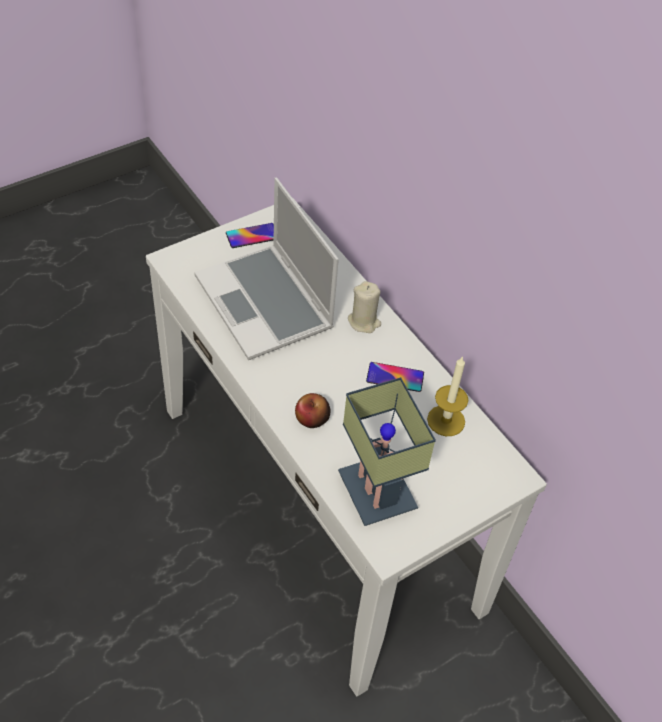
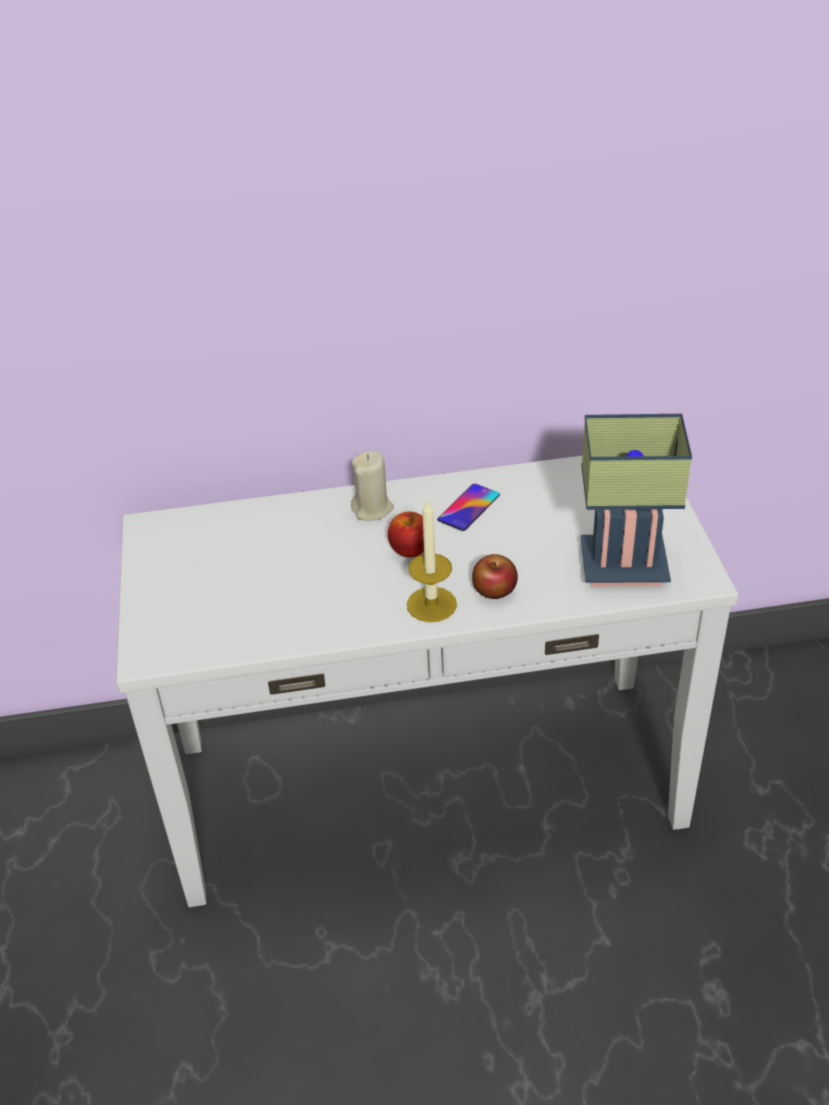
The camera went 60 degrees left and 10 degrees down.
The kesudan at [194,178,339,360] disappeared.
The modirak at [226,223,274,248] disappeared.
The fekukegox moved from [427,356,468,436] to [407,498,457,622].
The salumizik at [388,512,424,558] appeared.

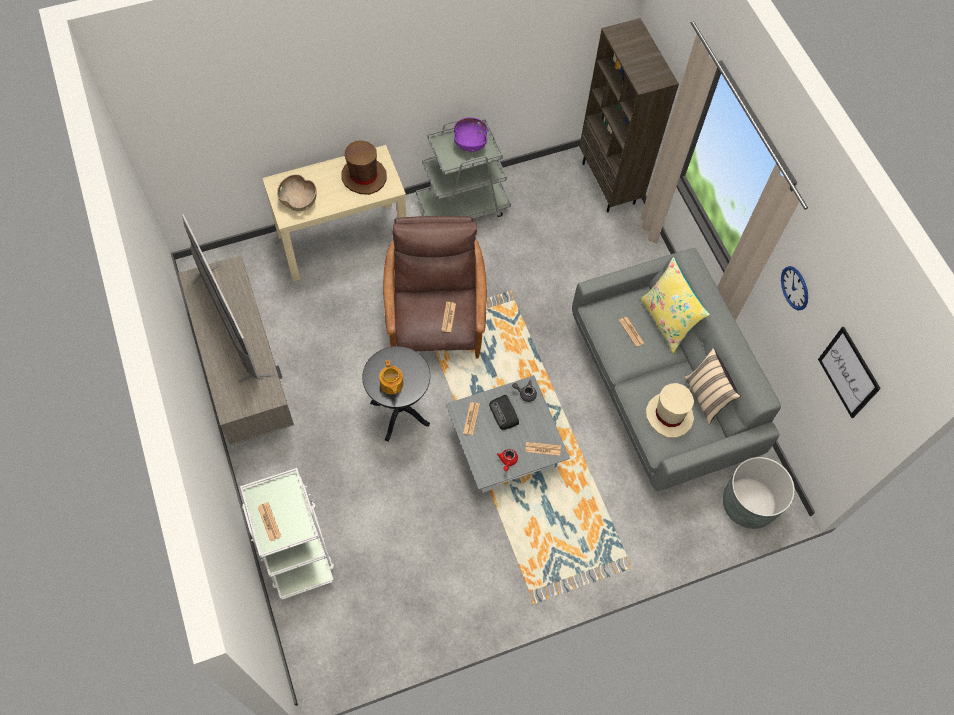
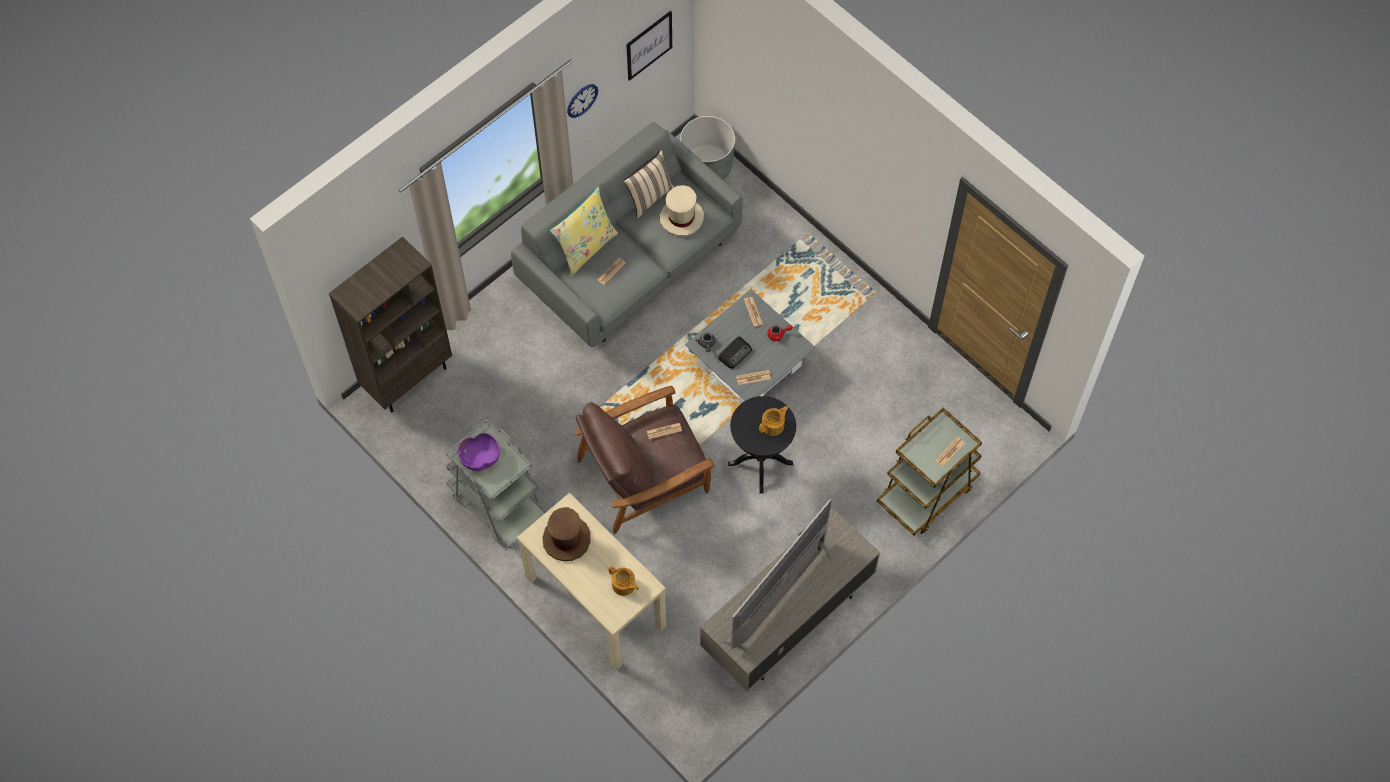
The camera went 110 degrees left and 0 degrees up.
The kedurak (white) at [240,468,334,600] became the kedurak (brown) at [877,407,982,536].
The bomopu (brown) at [277,174,317,211] was replaced by the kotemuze at [609,566,639,596].

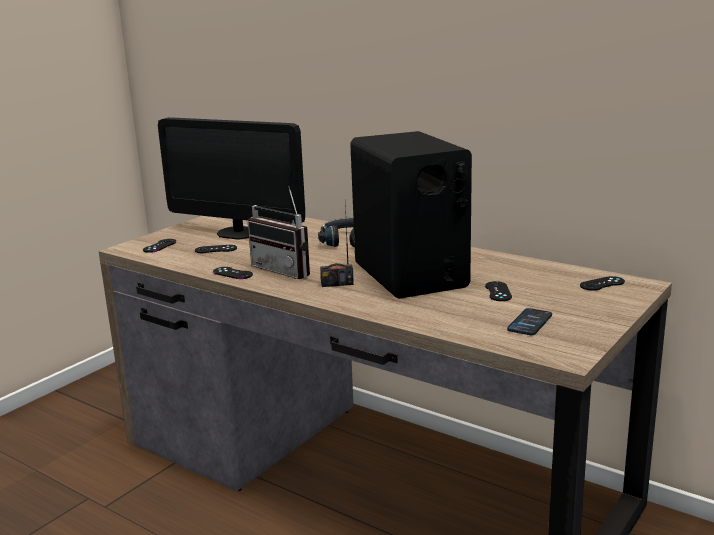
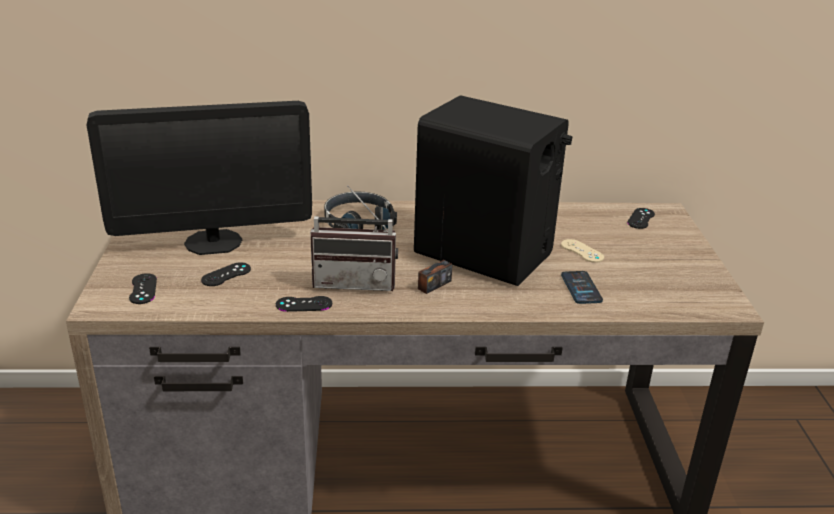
The camera went 40 degrees left and 10 degrees up.
The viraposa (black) at [485,281,512,301] became the viraposa (beige) at [561,239,604,263].
The modirak moved from [507,308,552,335] to [561,271,603,304].

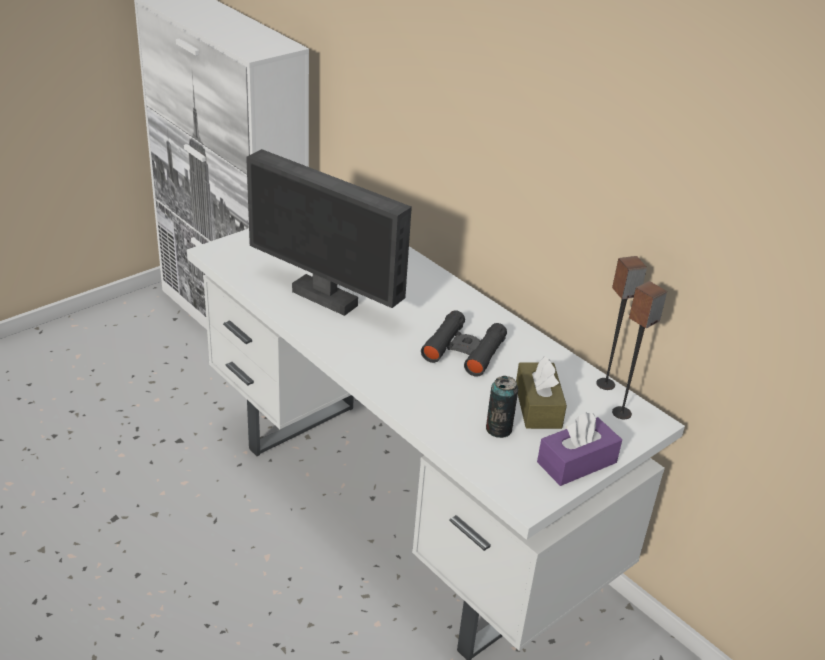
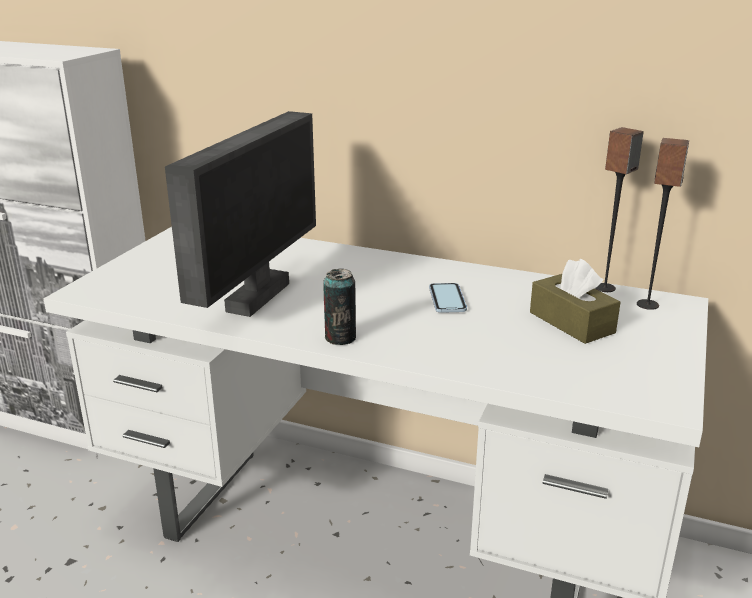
The camera went 25 degrees left and 10 degrees down.
The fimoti at [246,149,412,316] turned 75 degrees counterclockwise.
The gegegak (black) at [421,310,507,377] was replaced by the modirak at [429,283,467,313].
The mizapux moved from [486,376,518,438] to [323,268,356,345].
The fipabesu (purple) at [537,412,622,486] disappeared.

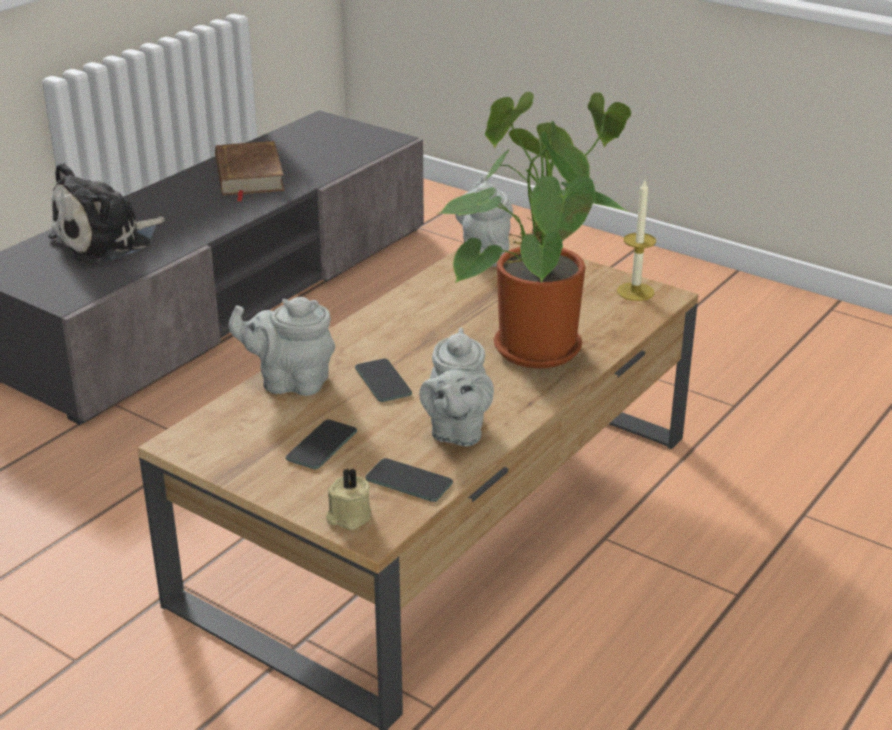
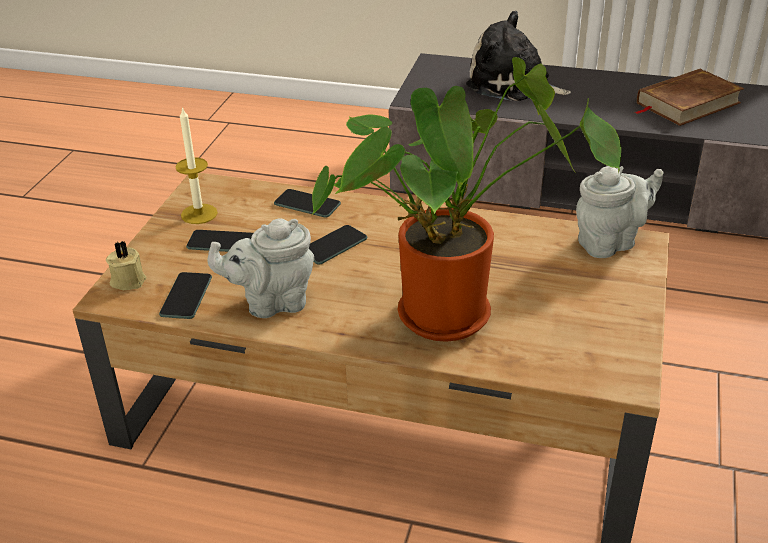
The camera went 70 degrees right and 5 degrees up.
The kotemuze (grey) at [229,297,335,396] was replaced by the modirak at [274,189,341,218].
The fekukegox moved from [617,181,656,301] to [175,107,218,224].

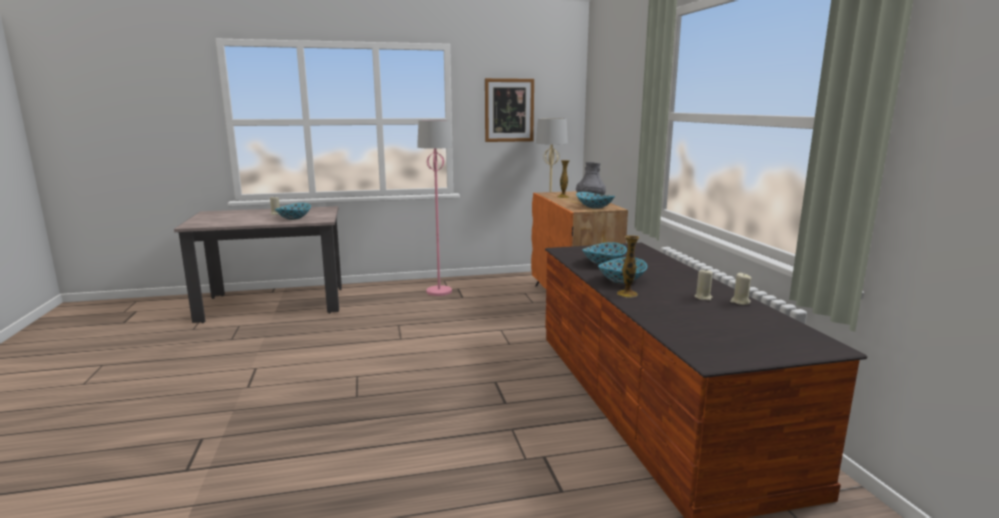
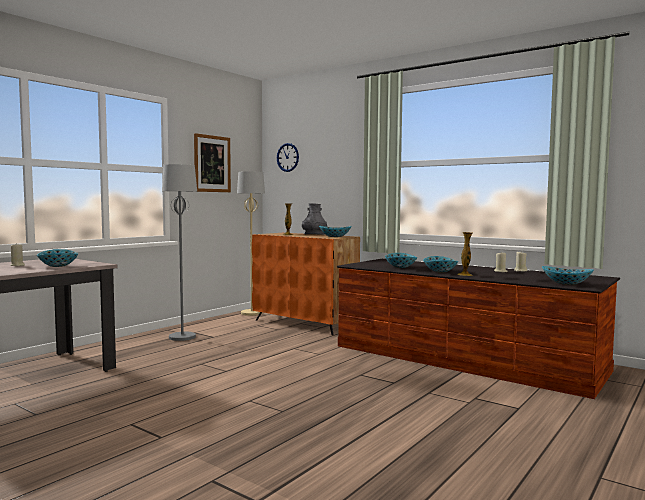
The camera went 40 degrees left and 10 degrees down.
The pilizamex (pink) at [417,120,453,296] became the pilizamex (grey) at [162,164,197,341].
The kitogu at [277,143,299,172] appeared.
The bomopu at [542,266,594,285] appeared.

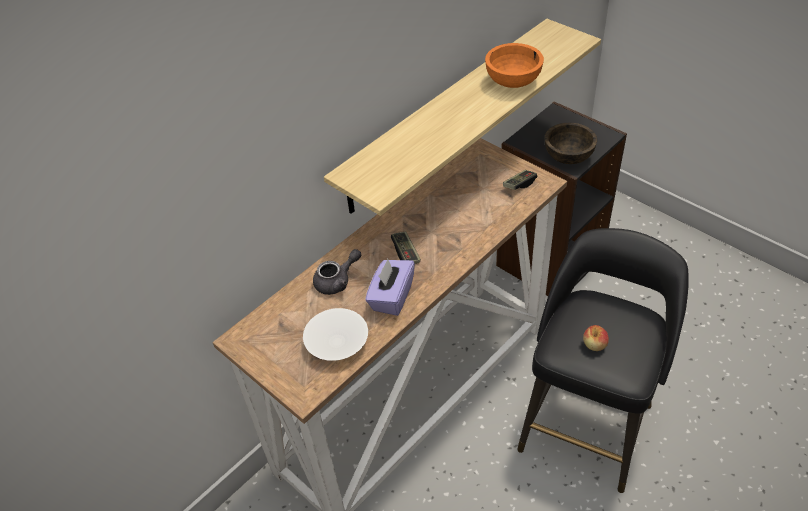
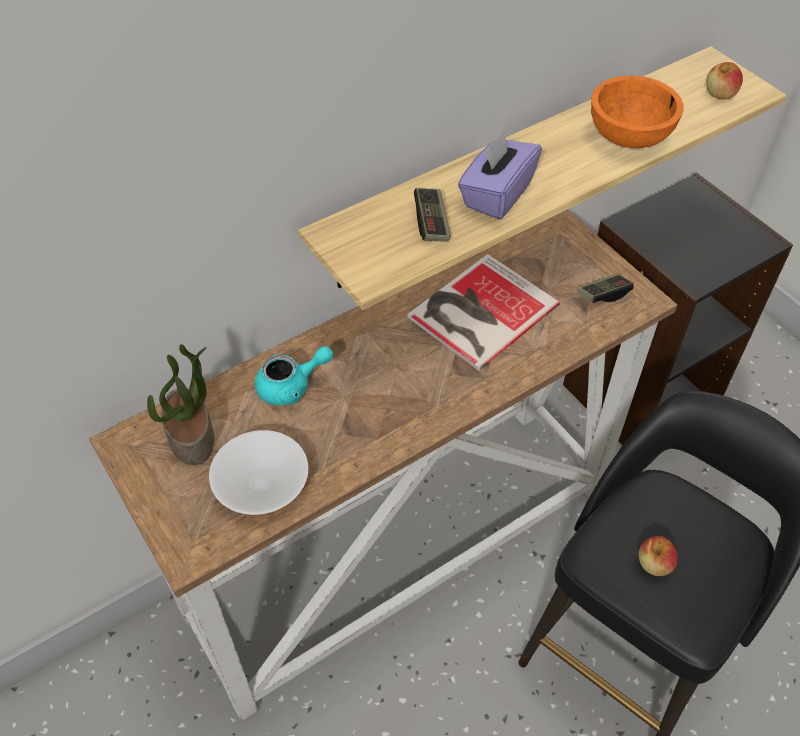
The camera went 10 degrees right and 5 degrees up.
The kotemuze (grey) at [313,249,361,295] became the kotemuze (turquoise) at [255,346,333,405].
The fipabesu (purple) moved from [365,259,415,316] to [458,131,542,220].
The viraposa moved from [391,232,421,264] to [414,188,451,242].
The bomopu (brown) at [544,123,597,164] disappeared.
The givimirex at [147,344,214,465] appeared.
The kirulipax at [407,254,560,371] appeared.
The salumizik at [706,62,743,100] appeared.

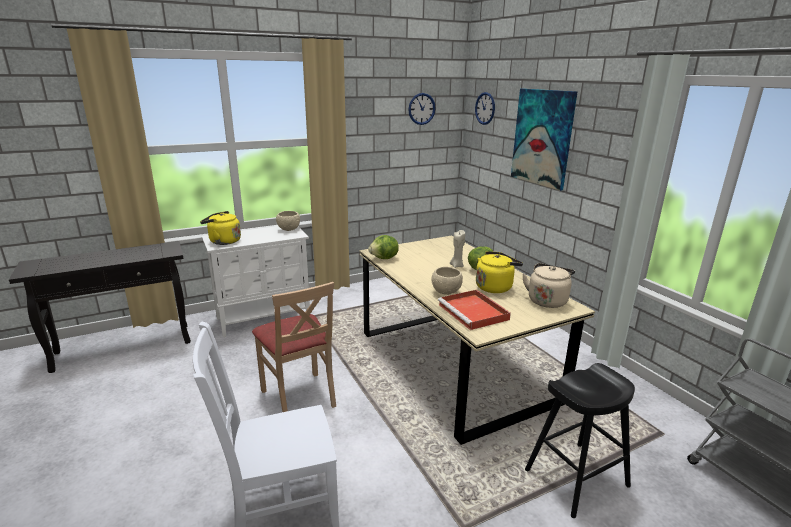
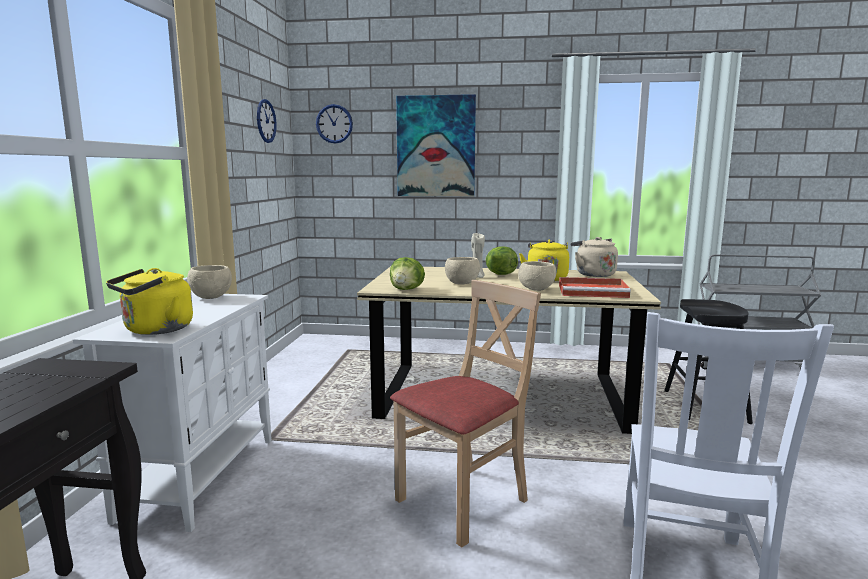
The camera went 55 degrees left and 10 degrees down.
The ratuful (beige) at [252,282,336,412] turned 45 degrees counterclockwise.
The bomopu (beige) at [445,257,480,285] appeared.

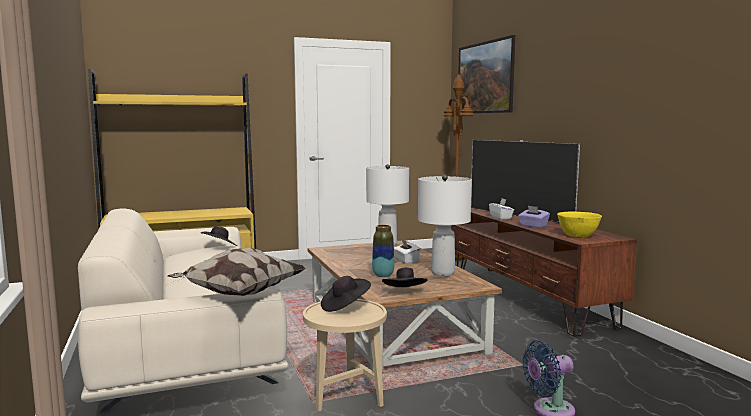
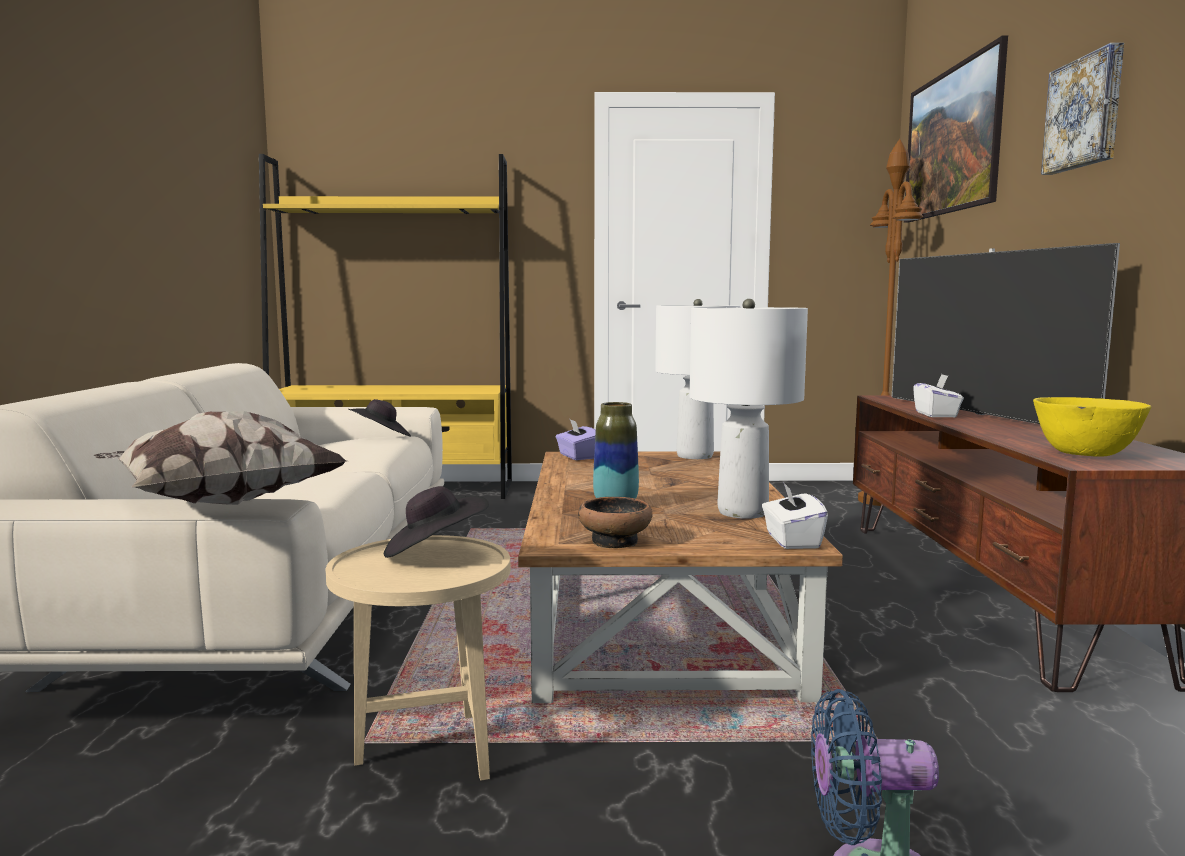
The camera went 20 degrees right and 0 degrees up.
The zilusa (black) at [382,267,428,287] was replaced by the bomopu at [578,497,652,548].
The fipabesu (white) moved from [394,240,420,264] to [762,482,828,549].
The fipabesu (purple) moved from [518,206,550,228] to [556,419,596,460].
The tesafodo at [1041,43,1124,175] appeared.

